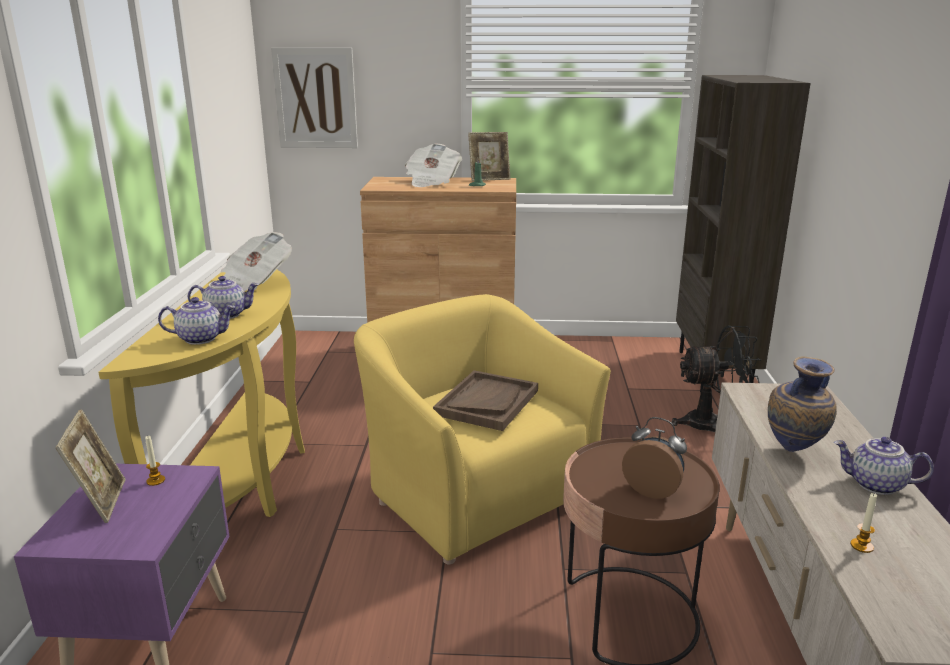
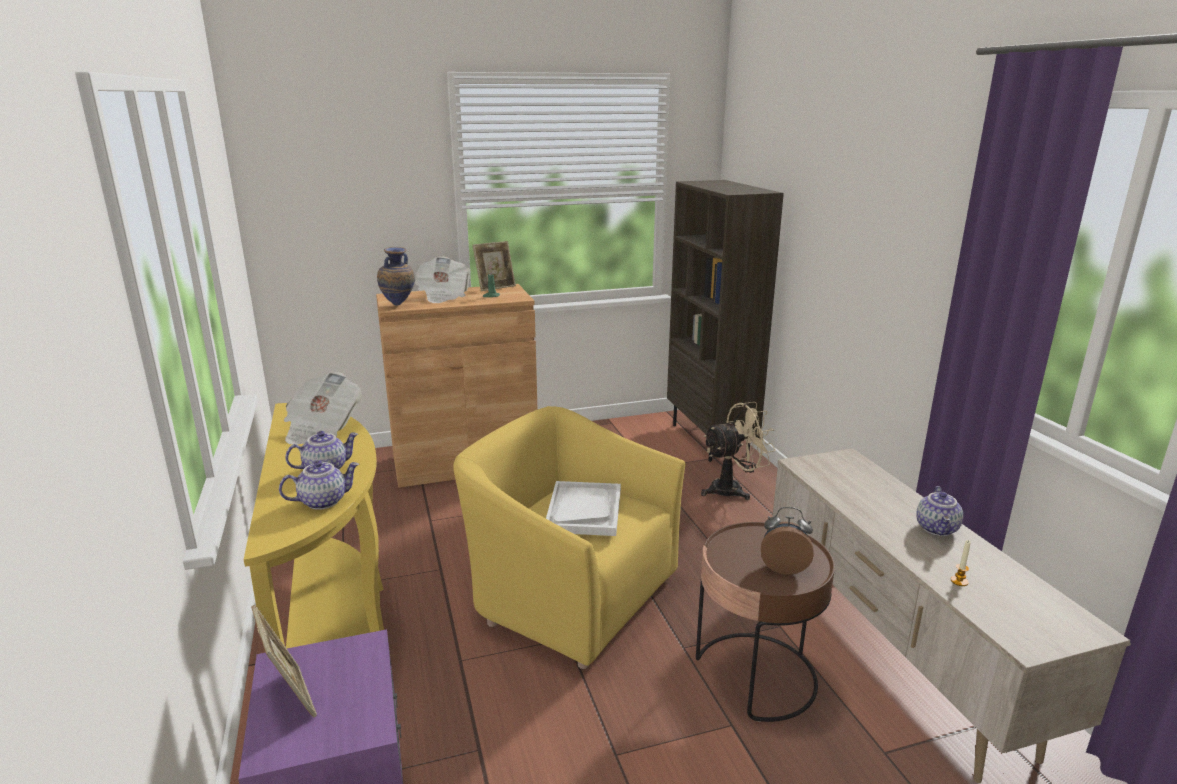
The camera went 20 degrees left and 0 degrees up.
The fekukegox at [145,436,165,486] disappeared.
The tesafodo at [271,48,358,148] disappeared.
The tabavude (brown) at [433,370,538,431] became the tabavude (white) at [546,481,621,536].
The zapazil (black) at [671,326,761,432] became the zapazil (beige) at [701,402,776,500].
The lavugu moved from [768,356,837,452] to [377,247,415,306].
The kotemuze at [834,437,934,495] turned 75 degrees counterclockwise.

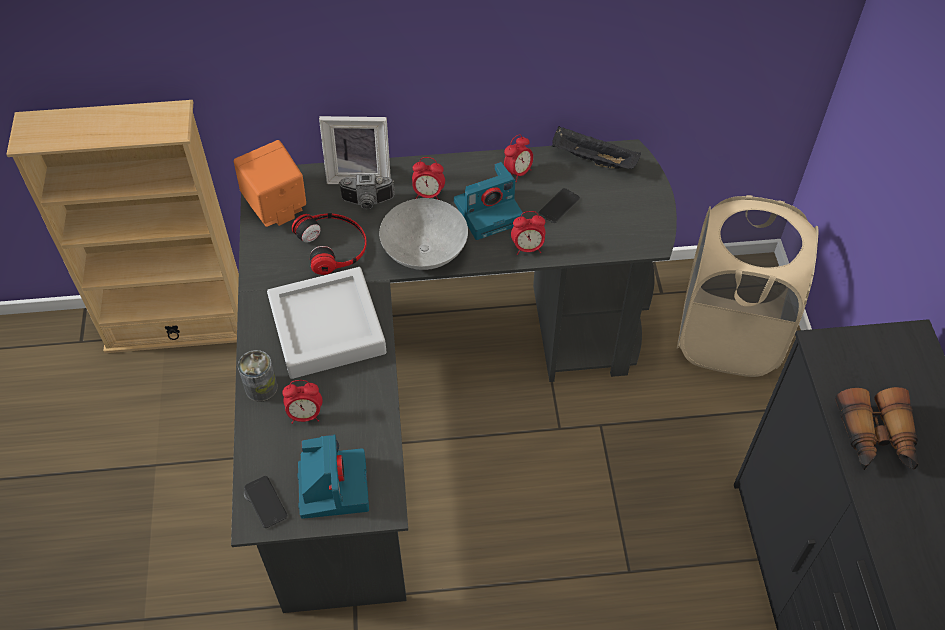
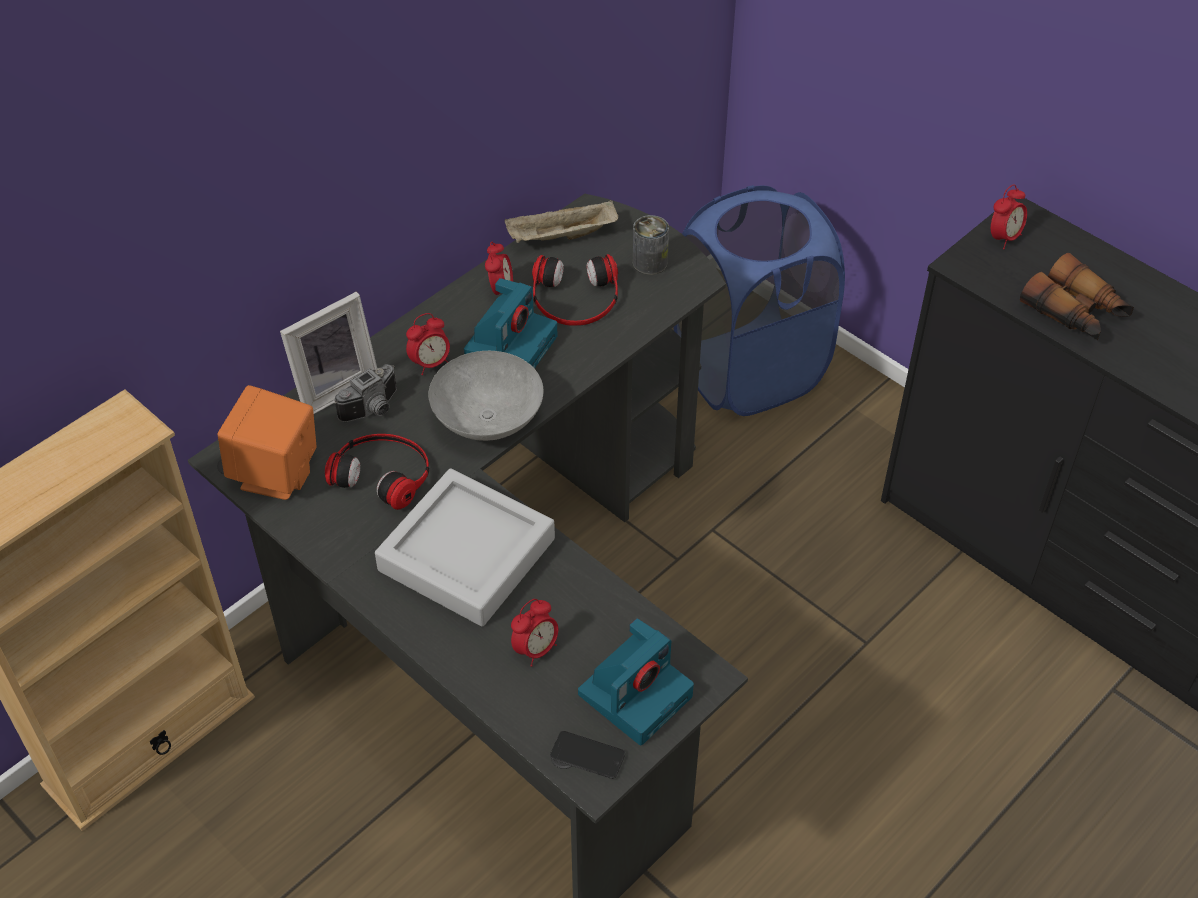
The camera went 40 degrees left and 5 degrees down.
The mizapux moved from [238,350,278,402] to [633,215,669,275].
The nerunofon at [298,434,369,519] turned 90 degrees clockwise.
The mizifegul moved from [511,211,545,255] to [991,184,1027,249].
The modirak at [539,188,580,223] was replaced by the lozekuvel at [532,254,618,326].
The tabavude (black) at [552,126,641,169] became the tabavude (beige) at [505,200,618,243].
The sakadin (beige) at [677,195,818,377] became the sakadin (blue) at [673,185,845,416].

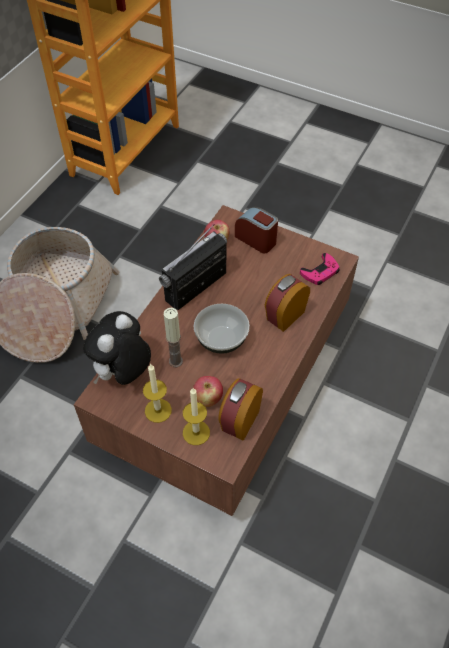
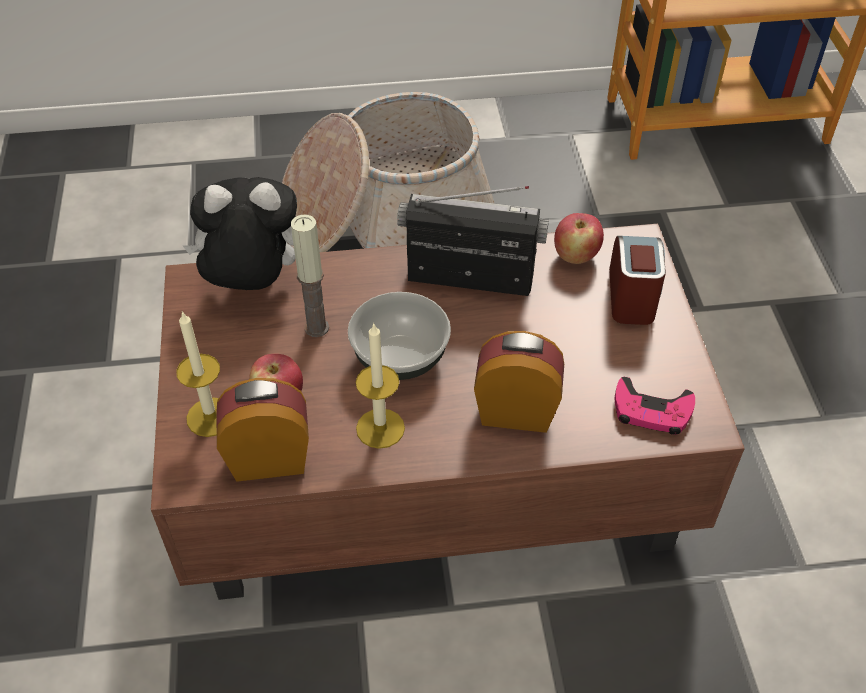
The camera went 55 degrees right and 5 degrees down.
The fekukegox moved from [143,364,172,423] to [356,323,405,449].

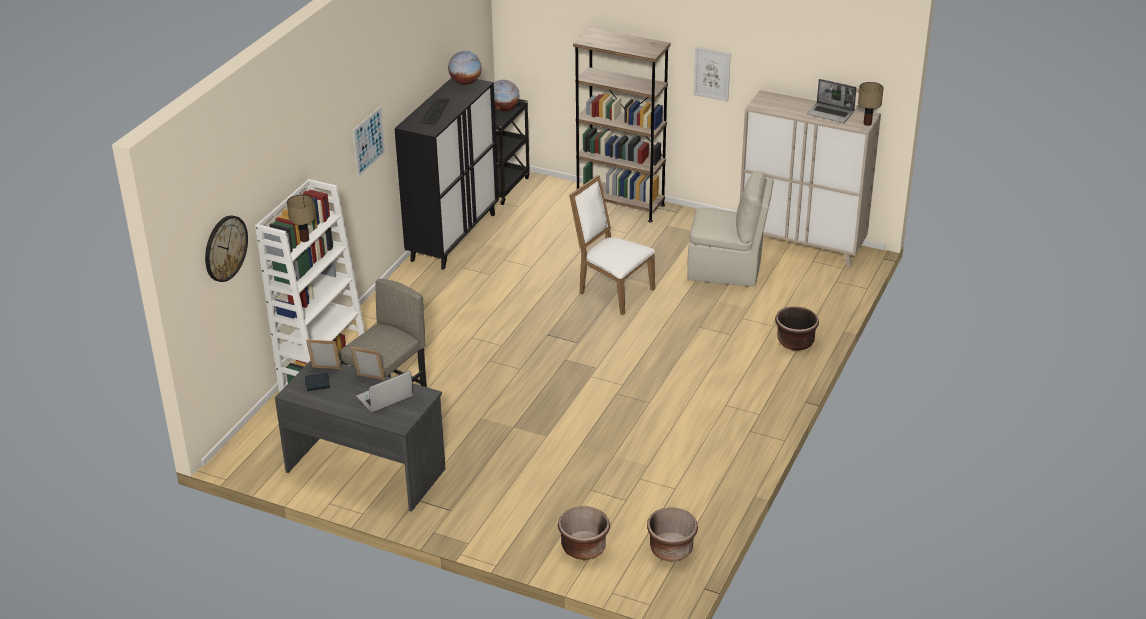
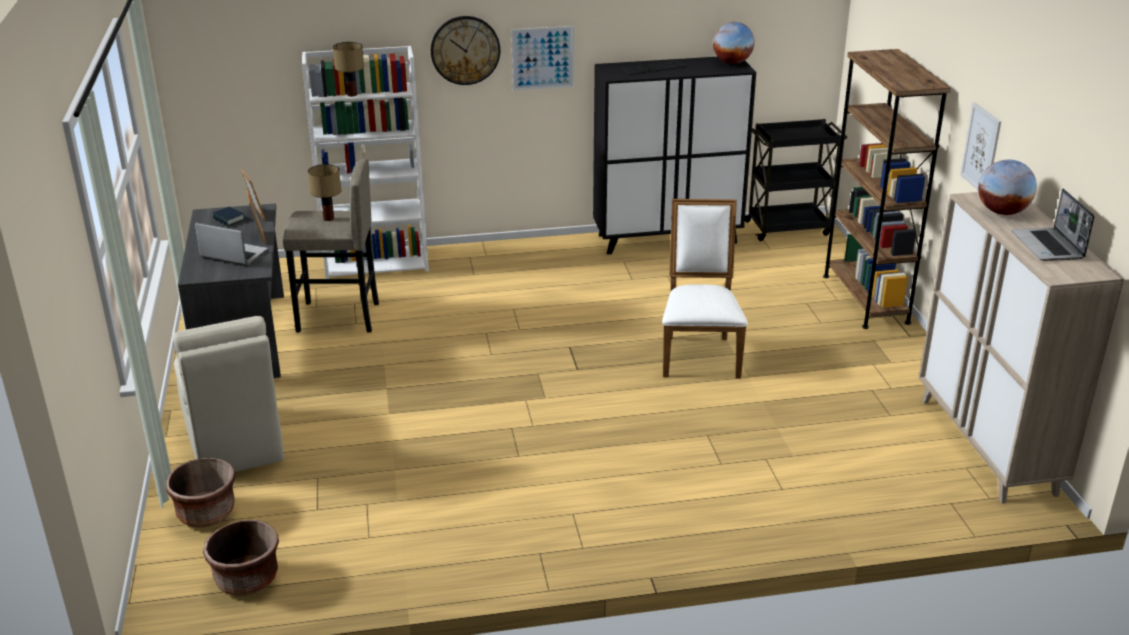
The camera went 55 degrees right and 5 degrees down.
The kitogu moved from [205,215,248,282] to [431,16,500,85].
The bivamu moved from [494,80,519,111] to [978,160,1037,215].
The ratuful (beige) moved from [687,171,774,287] to [173,316,284,472].
The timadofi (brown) at [775,307,819,350] disappeared.
The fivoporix moved from [858,82,884,126] to [308,164,341,221].

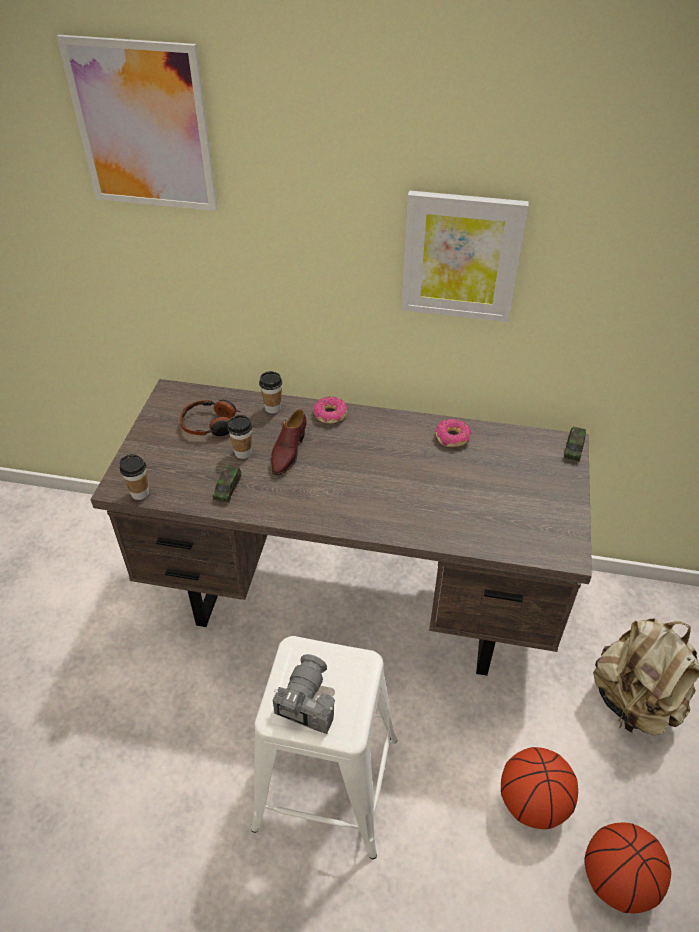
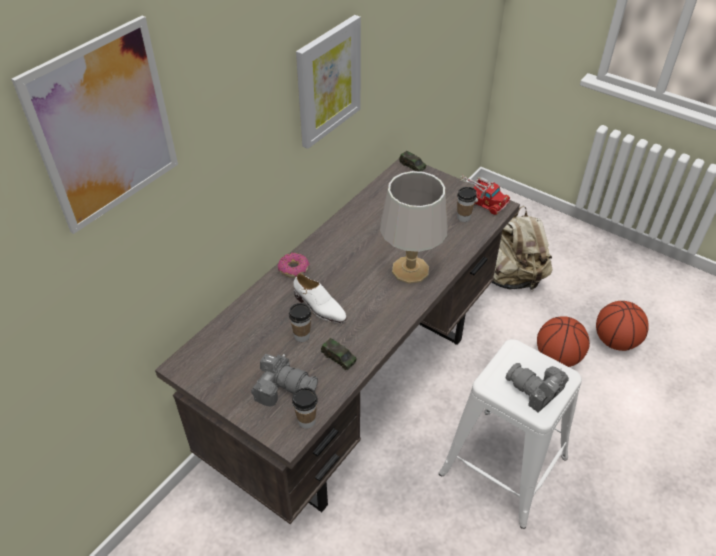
The camera went 65 degrees left and 0 degrees up.
The lozekuvel at [180,400,241,436] disappeared.
The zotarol moved from [259,371,282,413] to [457,187,477,222].
The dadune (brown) at [272,409,307,475] became the dadune (white) at [293,274,347,323].
The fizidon at [435,419,471,447] disappeared.
The nerunofon at [251,354,318,407] appeared.
The fivoporix (grey) at [380,171,447,284] appeared.
The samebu at [461,175,510,215] appeared.

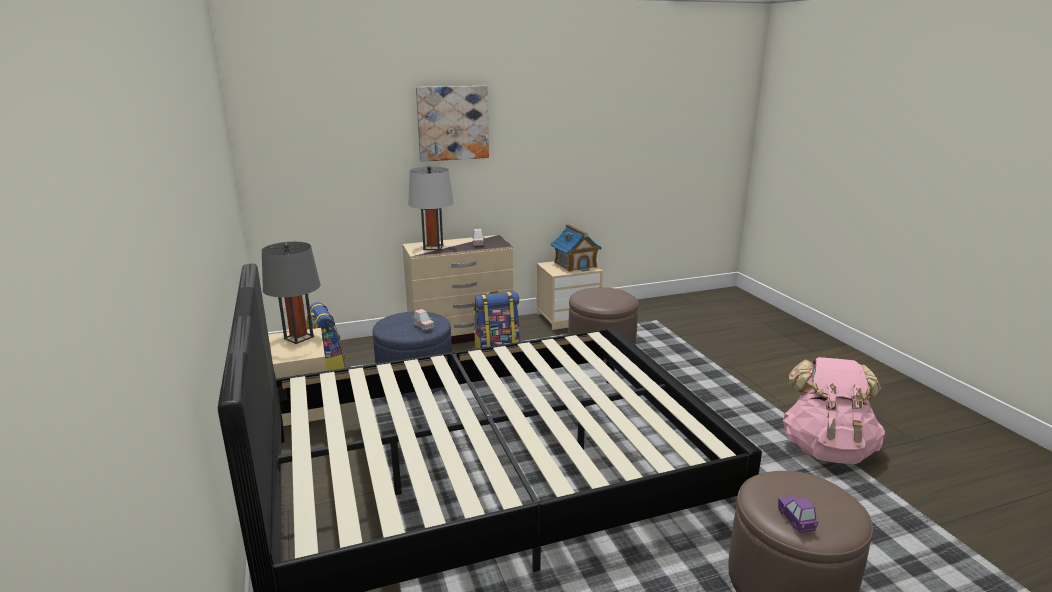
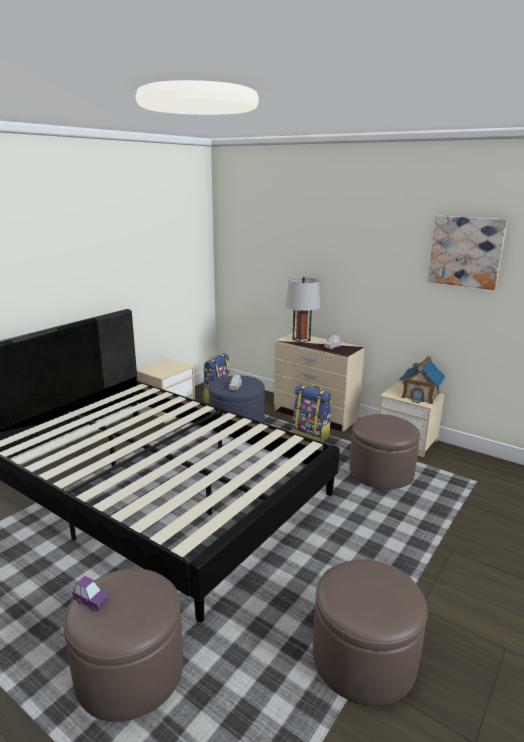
The camera went 55 degrees right and 0 degrees up.
The fivoporix (grey) at [262,242,321,344] disappeared.
The tesafodo moved from [416,86,489,162] to [428,216,508,290].
The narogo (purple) at [778,496,818,533] turned 75 degrees clockwise.
The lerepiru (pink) at [782,357,885,464] was replaced by the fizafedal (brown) at [313,559,428,706].

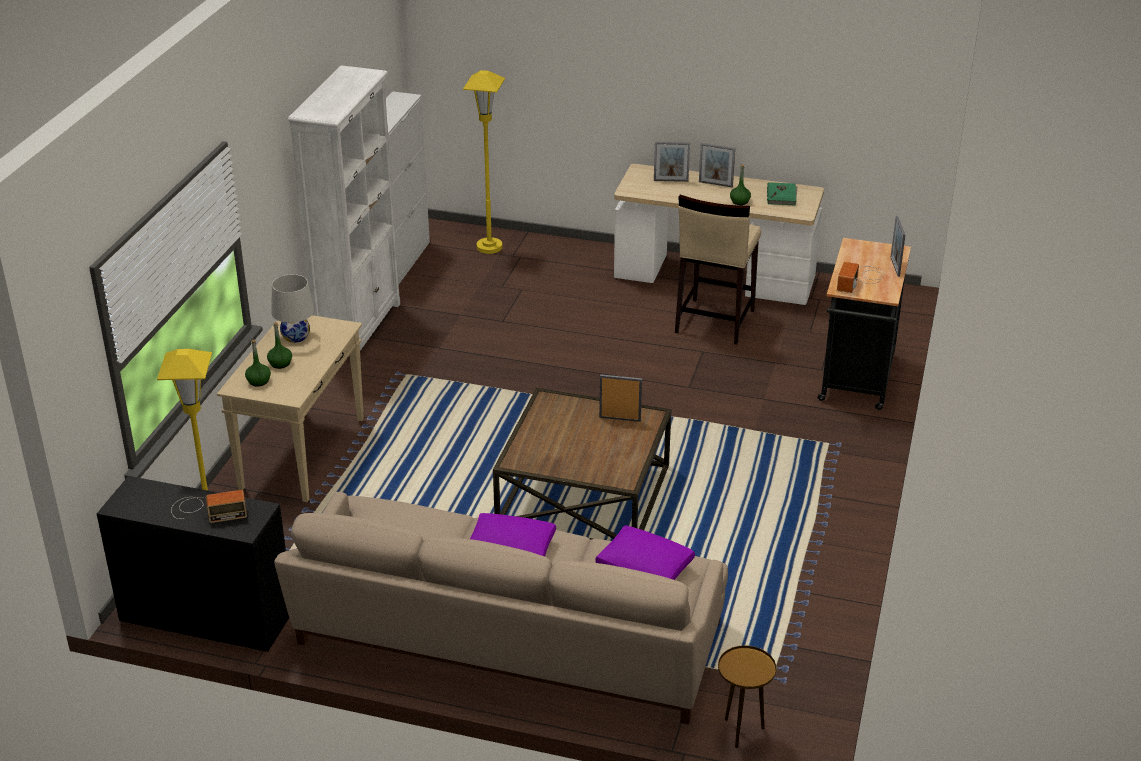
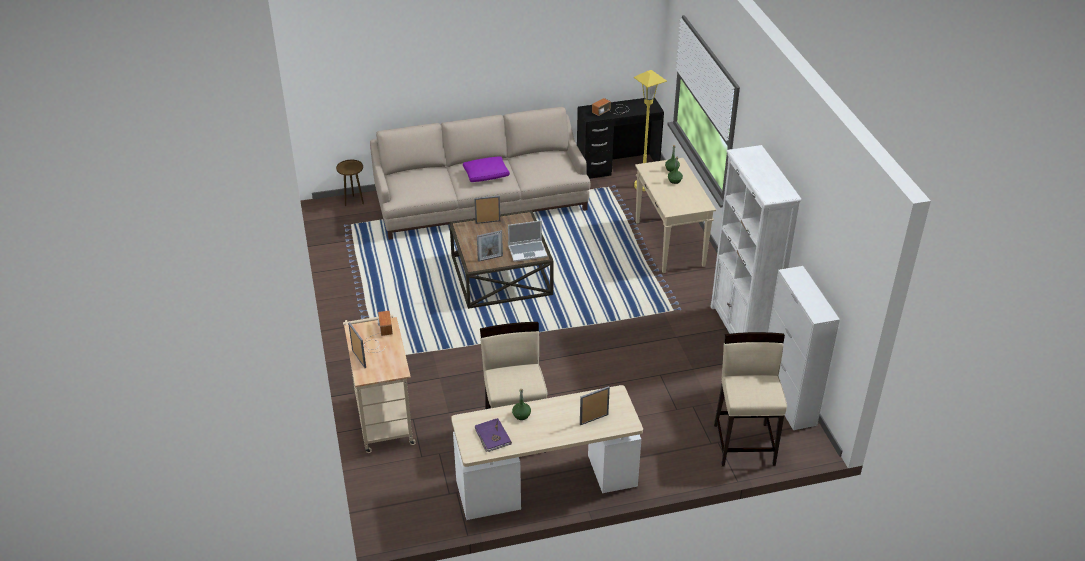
The camera went 150 degrees right and 5 degrees up.
The fivoporix (white) at [271,274,314,343] disappeared.
The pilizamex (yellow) at [463,70,505,254] was replaced by the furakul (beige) at [714,332,787,467].
The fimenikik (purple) at [595,525,695,580] disappeared.
The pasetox moved from [699,143,735,187] to [474,196,500,224].
The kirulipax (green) at [767,182,798,206] became the kirulipax (purple) at [474,418,512,452].
The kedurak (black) at [818,238,911,410] became the kedurak (beige) at [343,313,416,453].
The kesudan at [508,220,547,262] appeared.

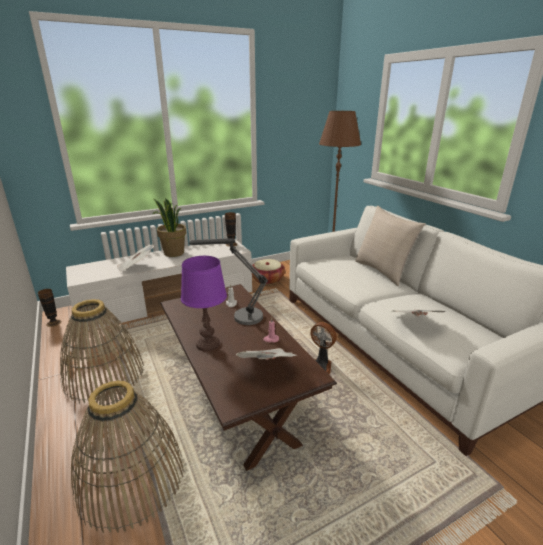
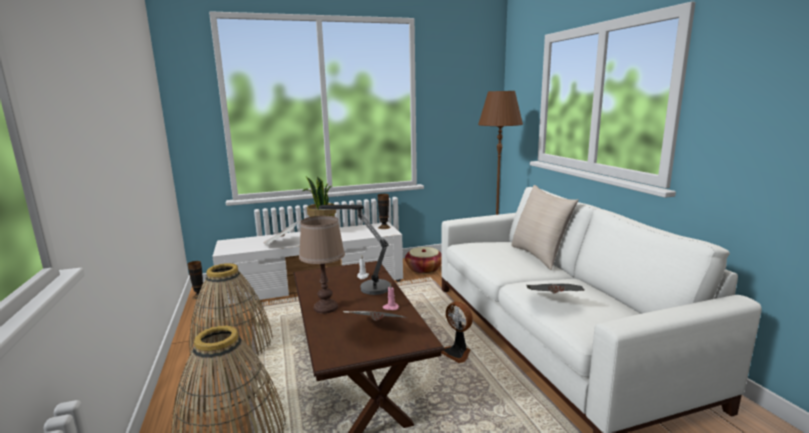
The camera went 10 degrees right and 10 degrees down.
The fivoporix (purple) at [181,256,227,351] became the fivoporix (brown) at [299,216,345,314].

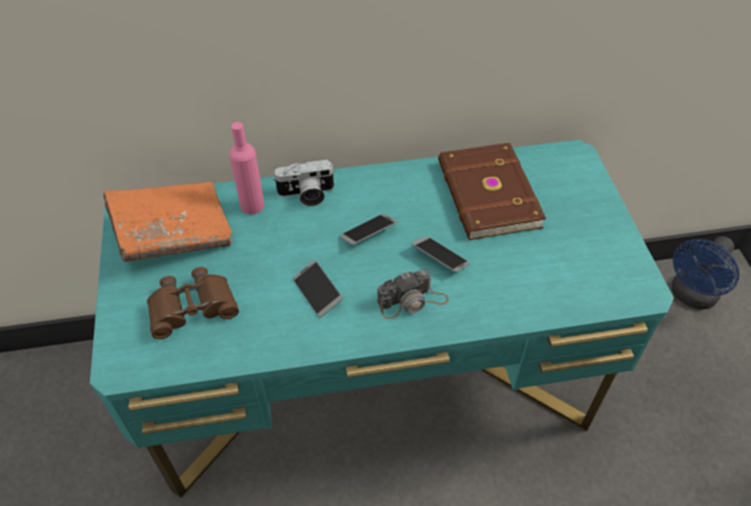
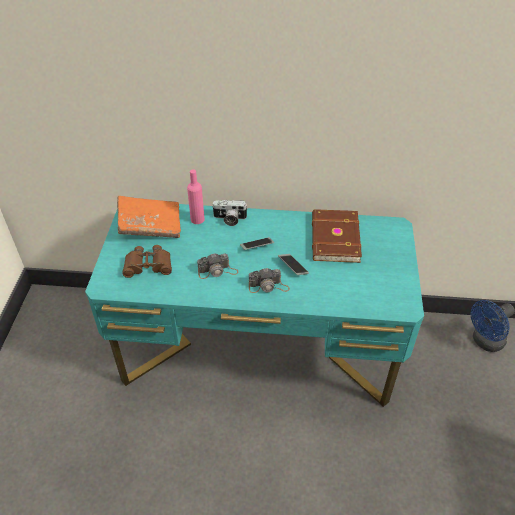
The camera went 15 degrees right and 5 degrees down.
The modirak at [293,260,343,318] was replaced by the nerunofon at [197,254,238,279].

